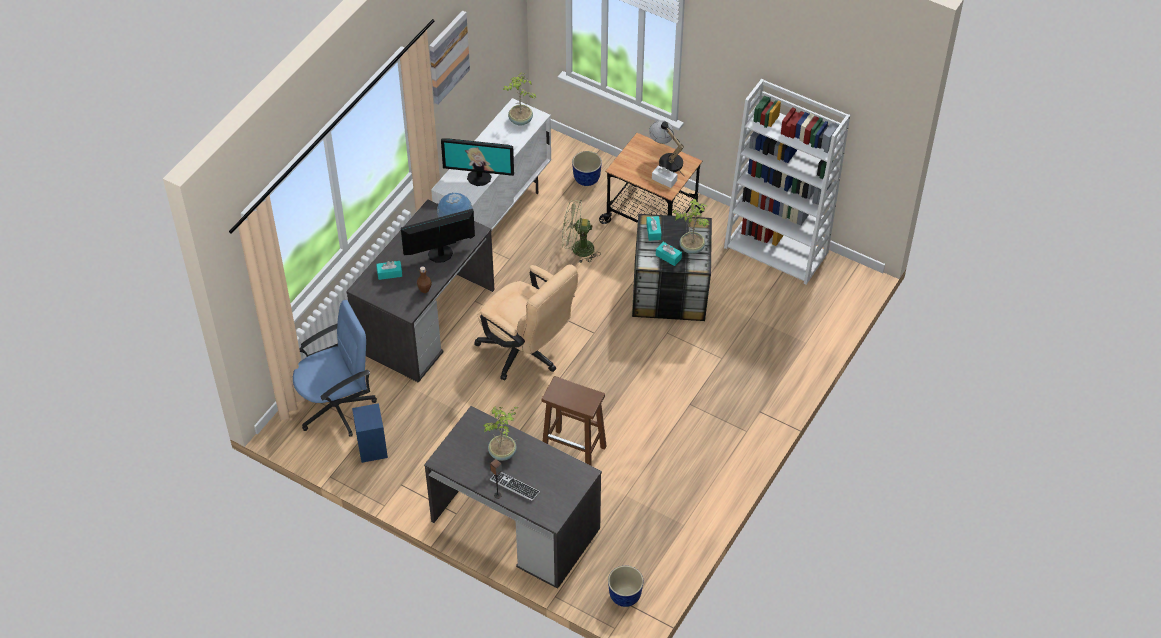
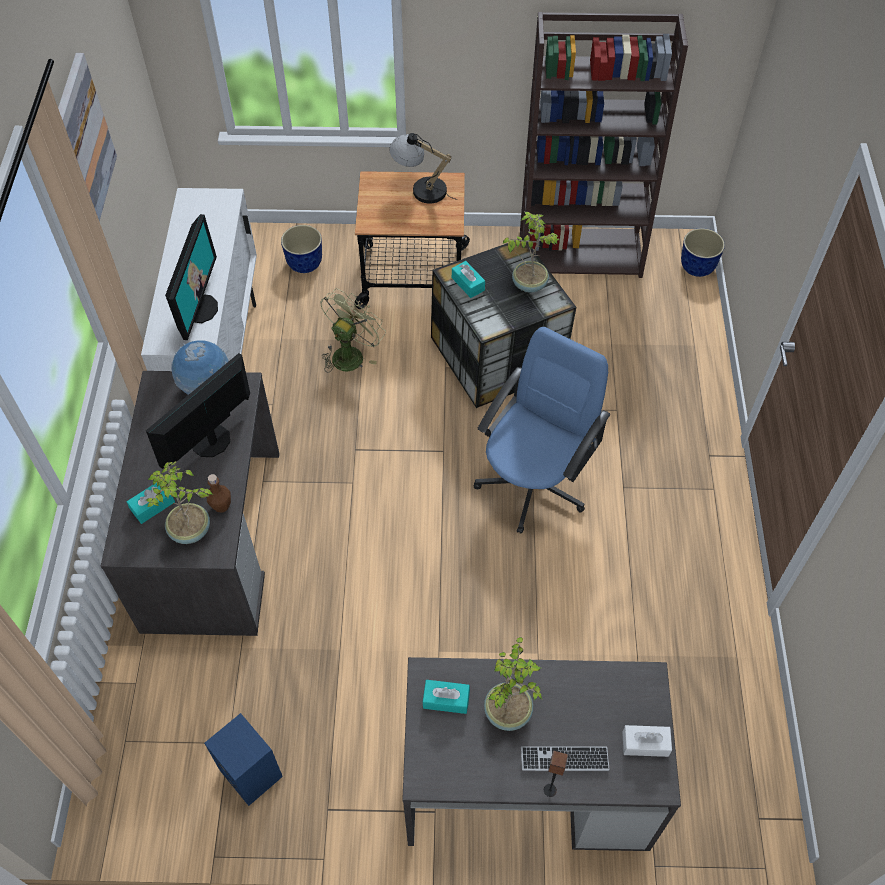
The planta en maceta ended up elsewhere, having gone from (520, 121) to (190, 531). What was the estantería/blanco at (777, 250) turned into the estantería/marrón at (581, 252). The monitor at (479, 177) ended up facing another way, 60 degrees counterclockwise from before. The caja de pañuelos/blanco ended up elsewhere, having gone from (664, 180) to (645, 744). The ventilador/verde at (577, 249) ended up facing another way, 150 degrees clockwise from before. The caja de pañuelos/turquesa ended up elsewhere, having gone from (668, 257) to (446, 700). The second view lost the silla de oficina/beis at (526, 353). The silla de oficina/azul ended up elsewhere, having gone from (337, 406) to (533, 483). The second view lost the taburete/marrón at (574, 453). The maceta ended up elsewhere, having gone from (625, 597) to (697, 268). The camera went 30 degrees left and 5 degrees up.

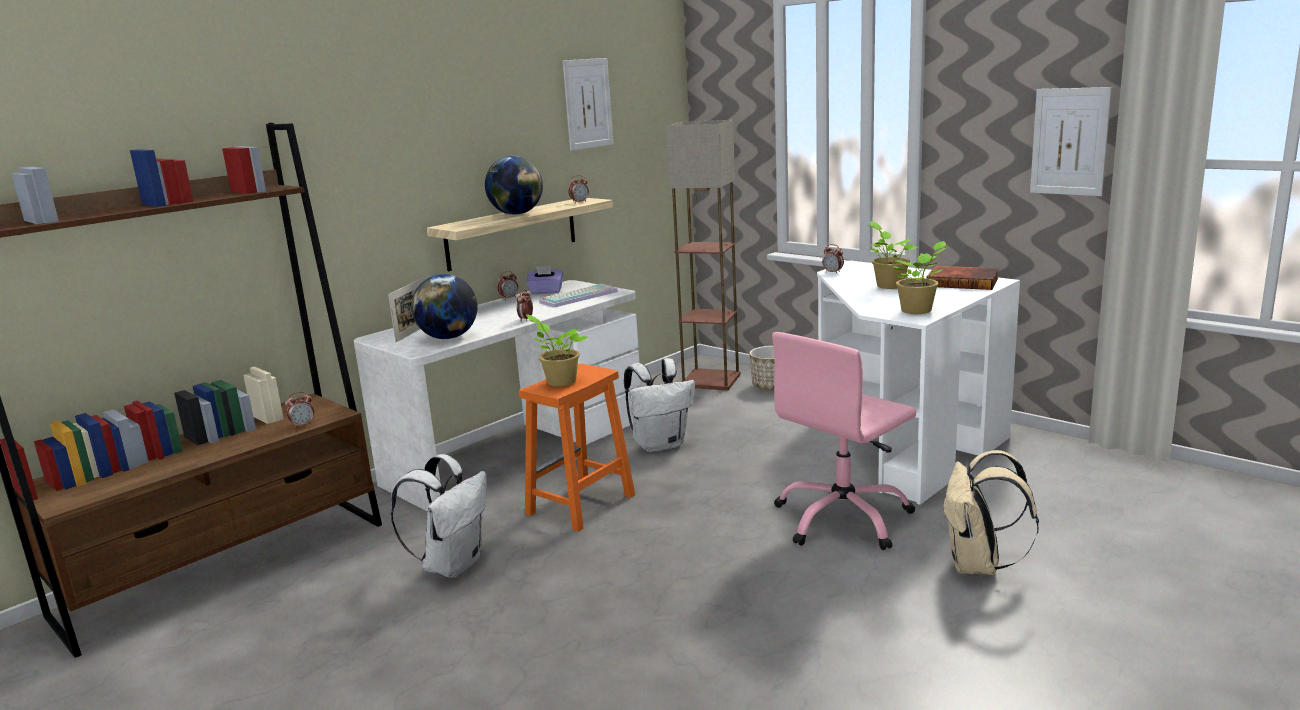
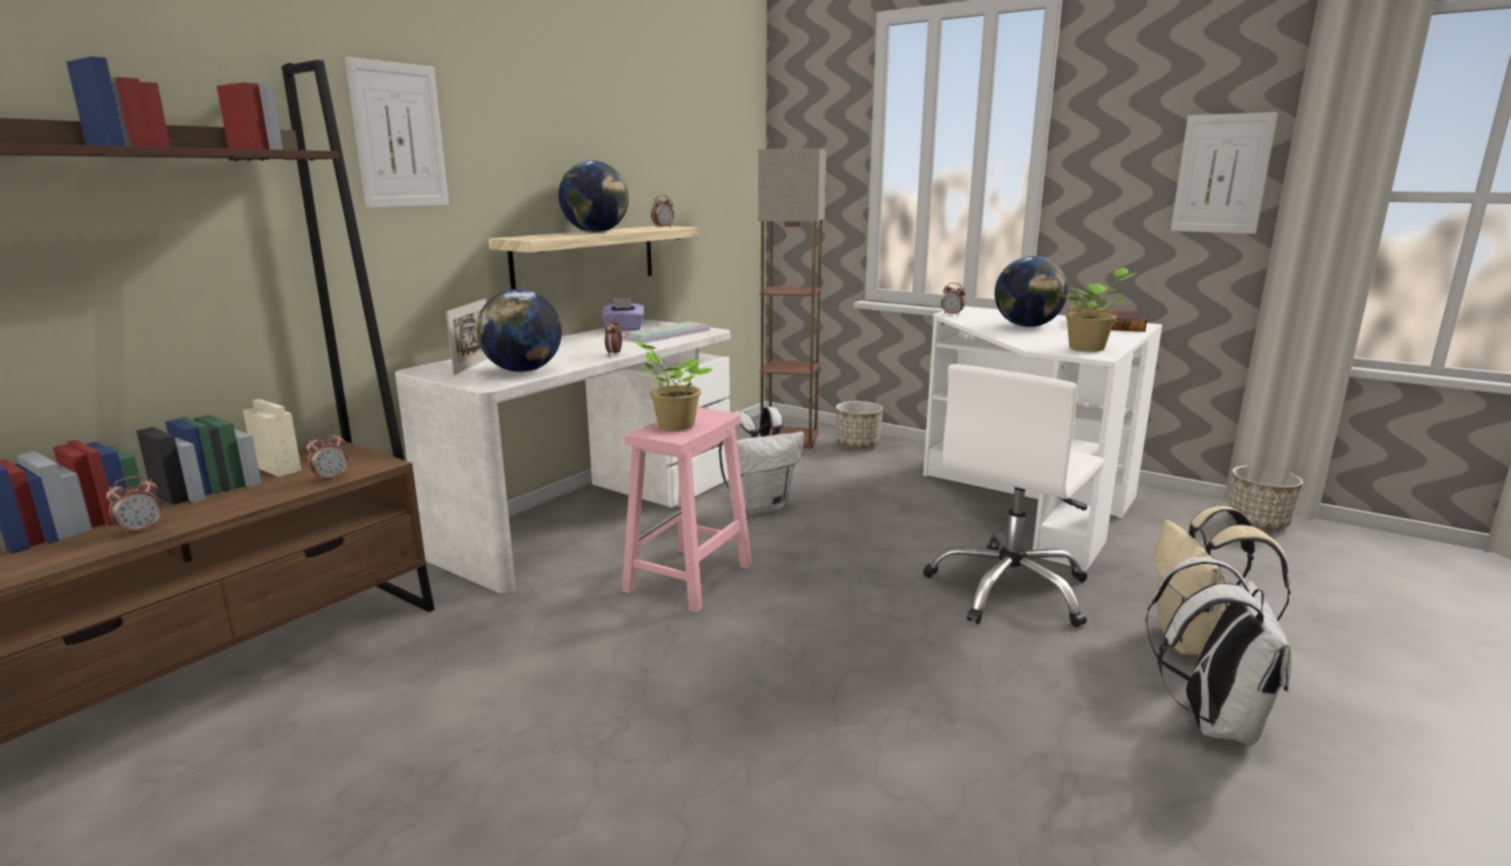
The cuadro ended up elsewhere, having gone from (588, 103) to (399, 136). Where the planta en maceta stood at (888, 285), the globo terráqueo came to stand at (1027, 326). The despertador ended up elsewhere, having gone from (509, 298) to (141, 530). What was the silla de oficina/rosa at (843, 519) turned into the silla de oficina/blanco at (1009, 590). What was the taburete/naranja at (580, 505) turned into the taburete/rosa at (688, 579). The mochila/blanco ended up elsewhere, having gone from (452, 564) to (1211, 720). The second view gained the maceta at (1257, 522). The camera went 10 degrees left and 0 degrees up.

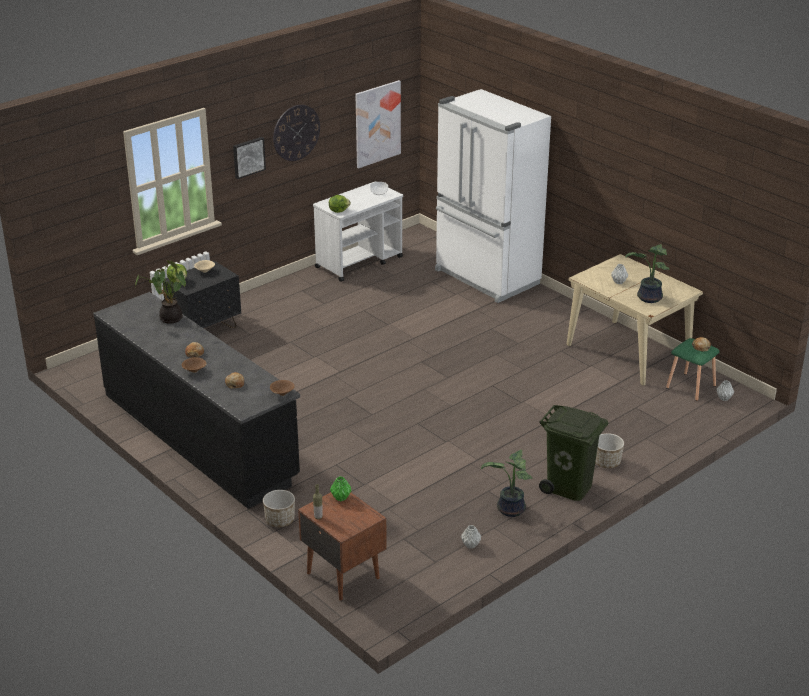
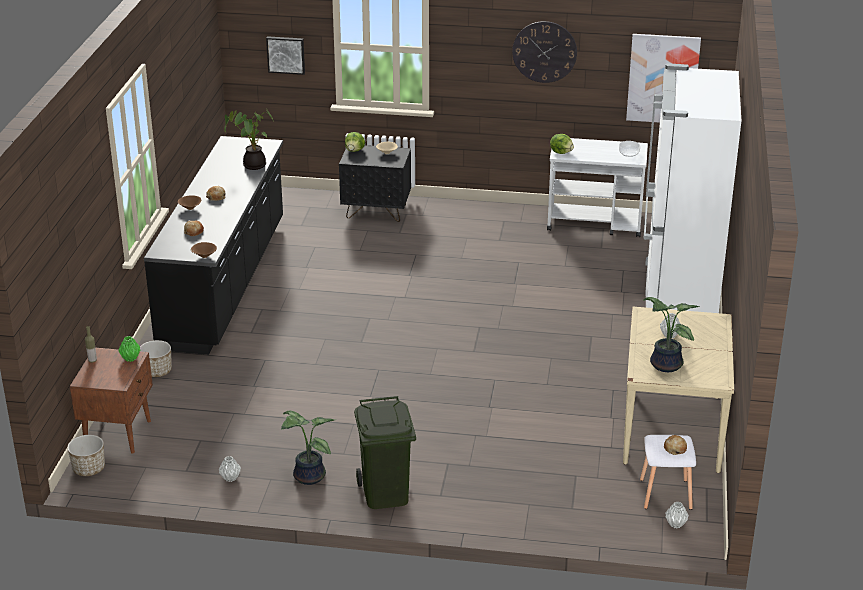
The cuadro ended up elsewhere, having gone from (248, 157) to (286, 54). What was the taburete/verde at (690, 387) turned into the taburete/blanco at (664, 494). The maceta ended up elsewhere, having gone from (606, 462) to (89, 468). The camera went 50 degrees right and 0 degrees up.

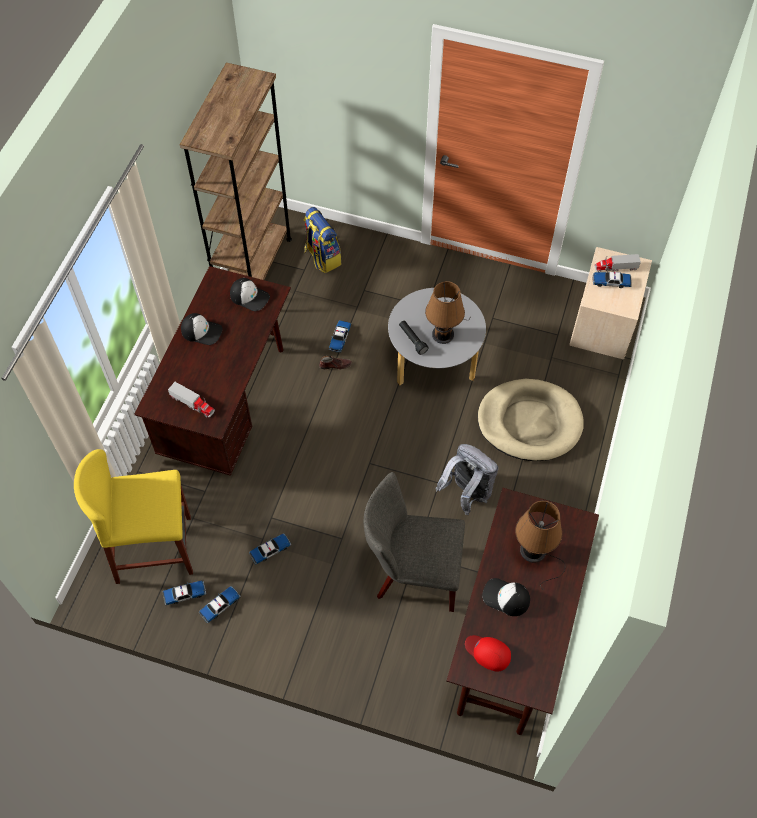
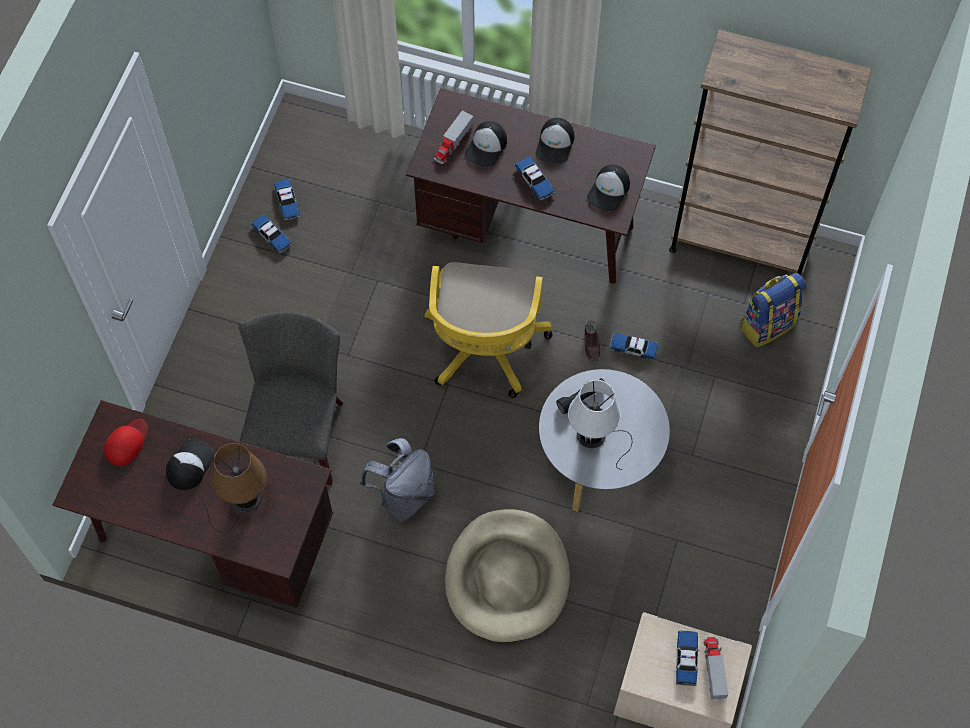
What was the lámpara de mesa/marrón at (444, 332) turned into the lámpara de mesa/blanco at (594, 436). The second view lost the taburete/amarillo at (154, 549). The coche de juguete ended up elsewhere, having gone from (270, 550) to (534, 181). The second view gained the gorra at (486, 147). The second view gained the silla de oficina/amarillo at (484, 350). The camera went 90 degrees right and 5 degrees up.

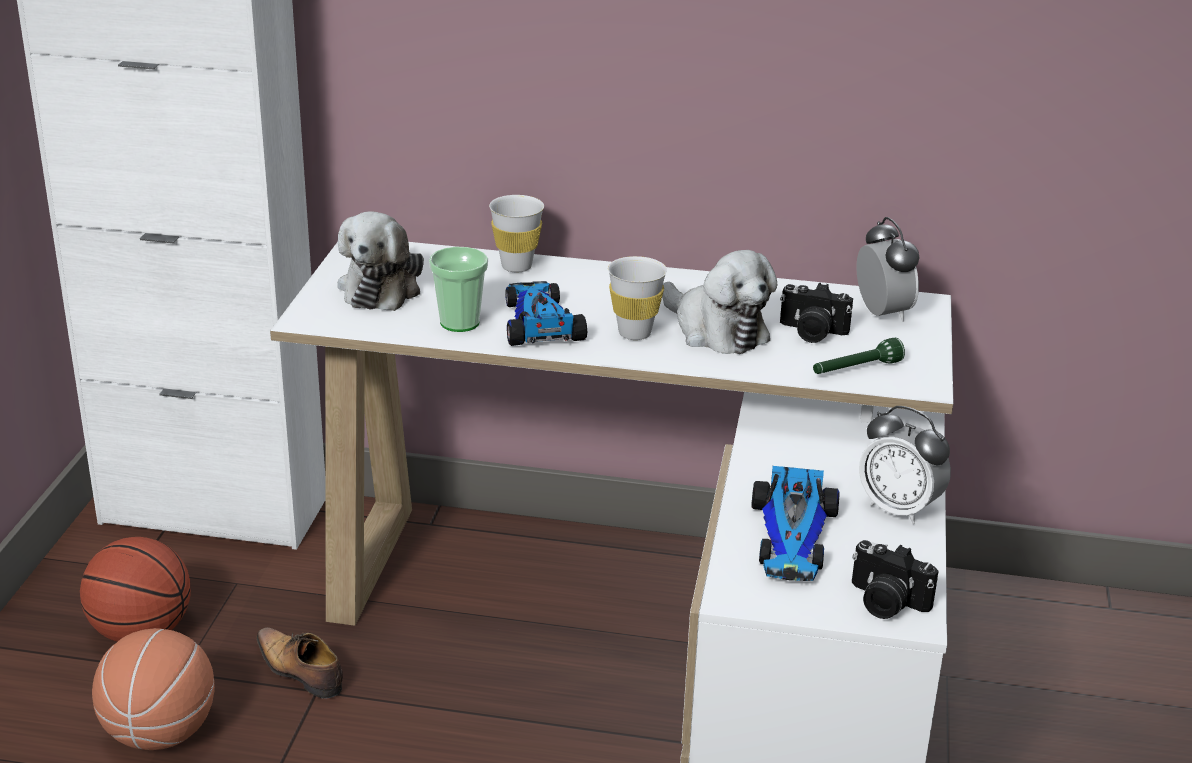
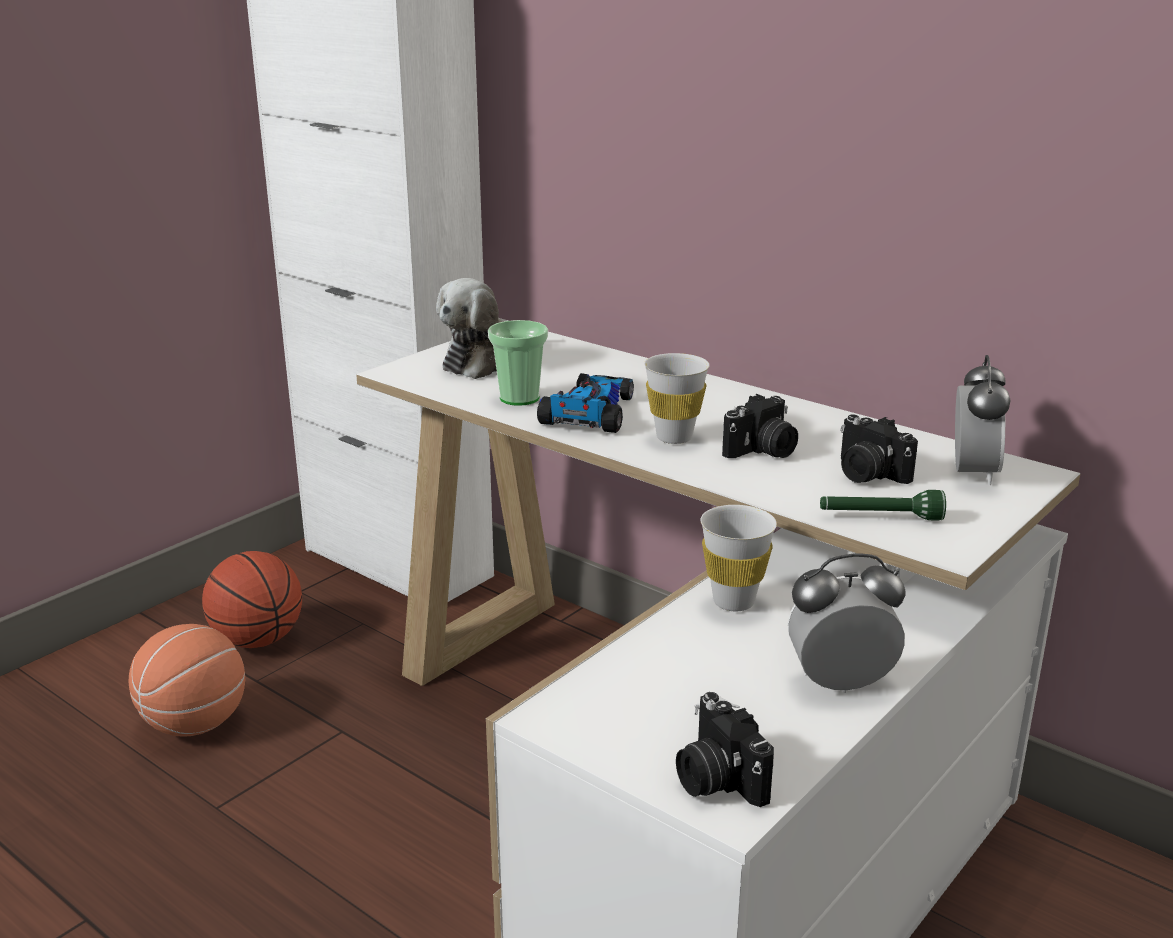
The taza/blanco ended up elsewhere, having gone from (516, 266) to (733, 602). Where the peluche stood at (716, 330), the cámara came to stand at (762, 451). The despertador at (899, 509) ended up facing another way, 105 degrees clockwise from before. The second view lost the coche de juguete at (793, 538). The second view lost the zapato at (300, 671). The camera went 30 degrees right and 5 degrees down.

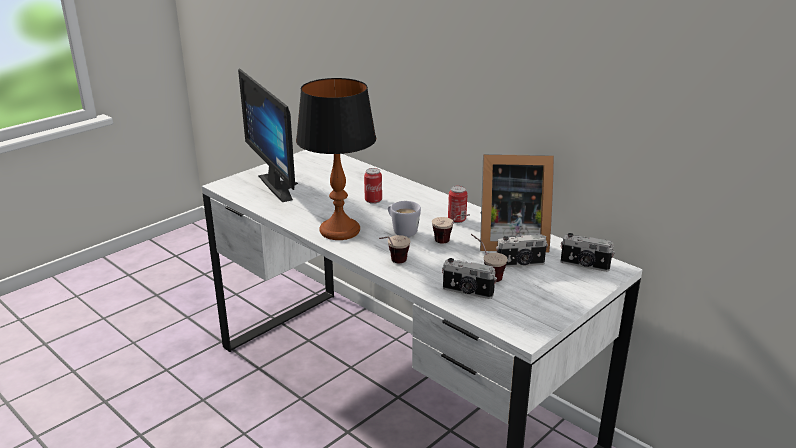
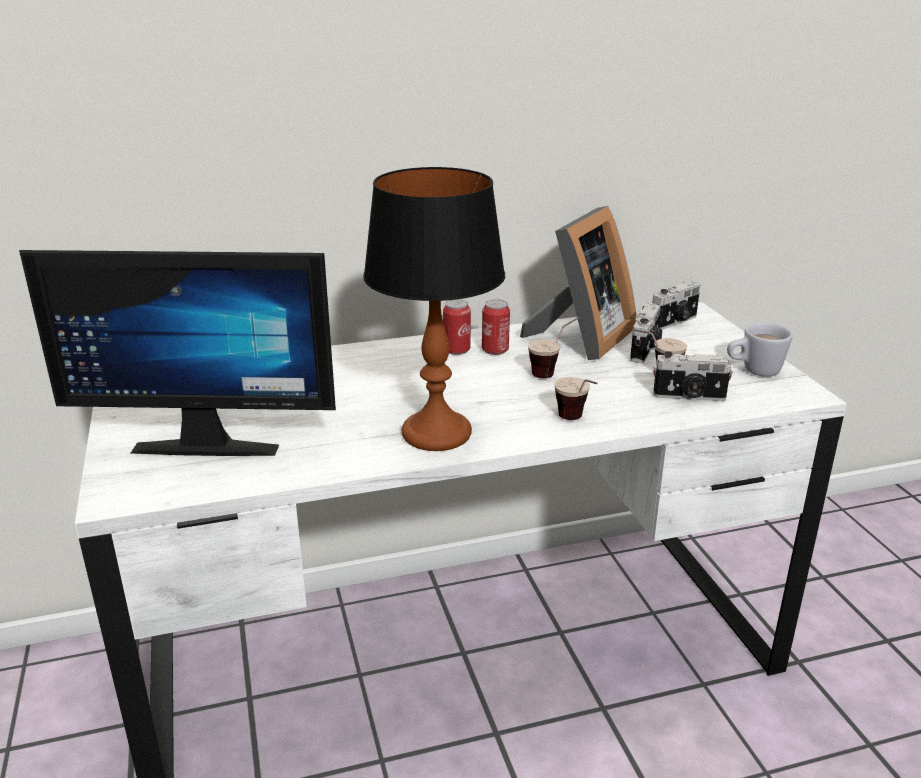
The lata ended up elsewhere, having gone from (373, 200) to (456, 350). The taza grande/blanco ended up elsewhere, having gone from (401, 230) to (753, 371). The cámara at (467, 292) ended up facing another way, 45 degrees clockwise from before. The camera went 60 degrees left and 0 degrees up.

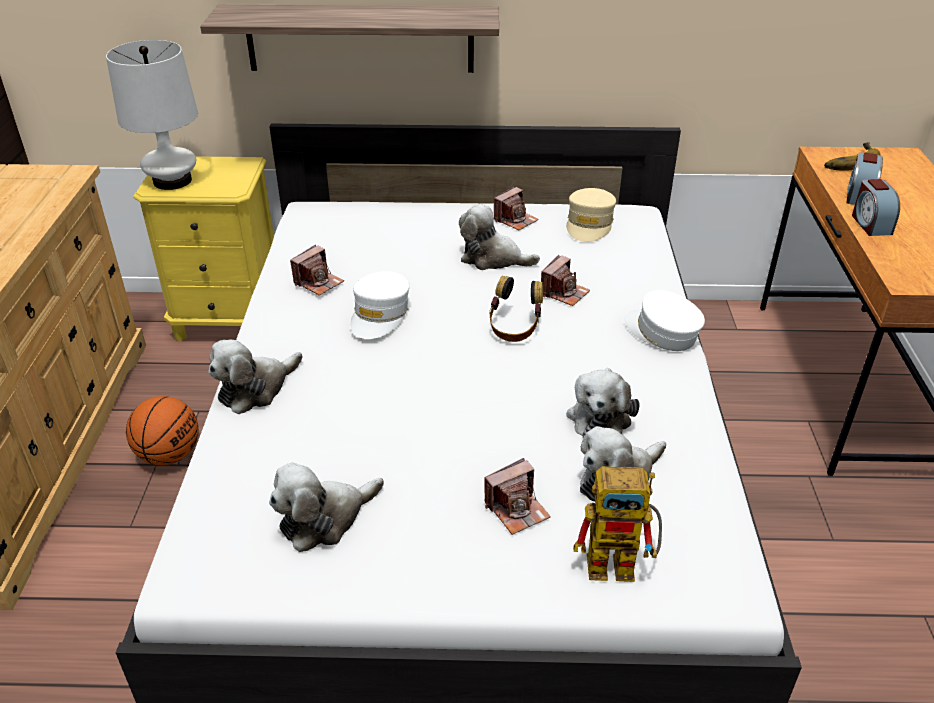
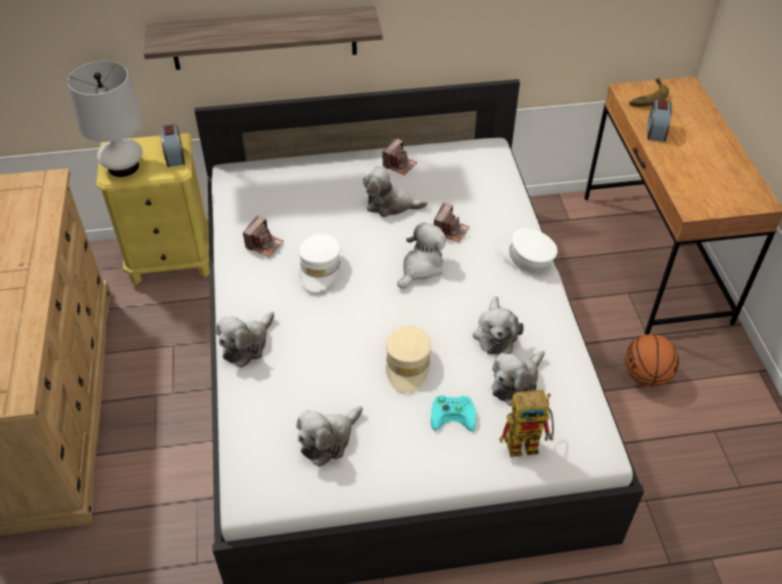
The despertador ended up elsewhere, having gone from (870, 224) to (174, 156). The gorra/beis ended up elsewhere, having gone from (589, 224) to (408, 365). Where the auriculares stood at (514, 328), the peluche came to stand at (421, 267). The balón de baloncesto ended up elsewhere, having gone from (169, 455) to (645, 376). Where the cámara stood at (517, 509), the mando de consola/turquesa came to stand at (454, 414). The camera went 10 degrees left and 10 degrees up.

